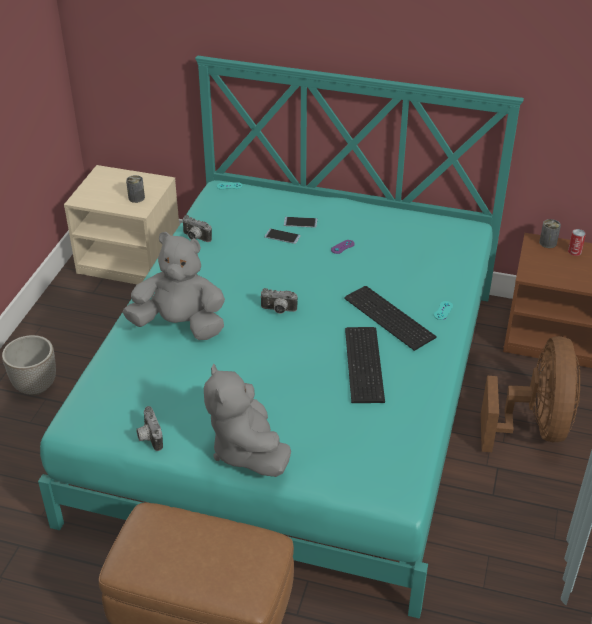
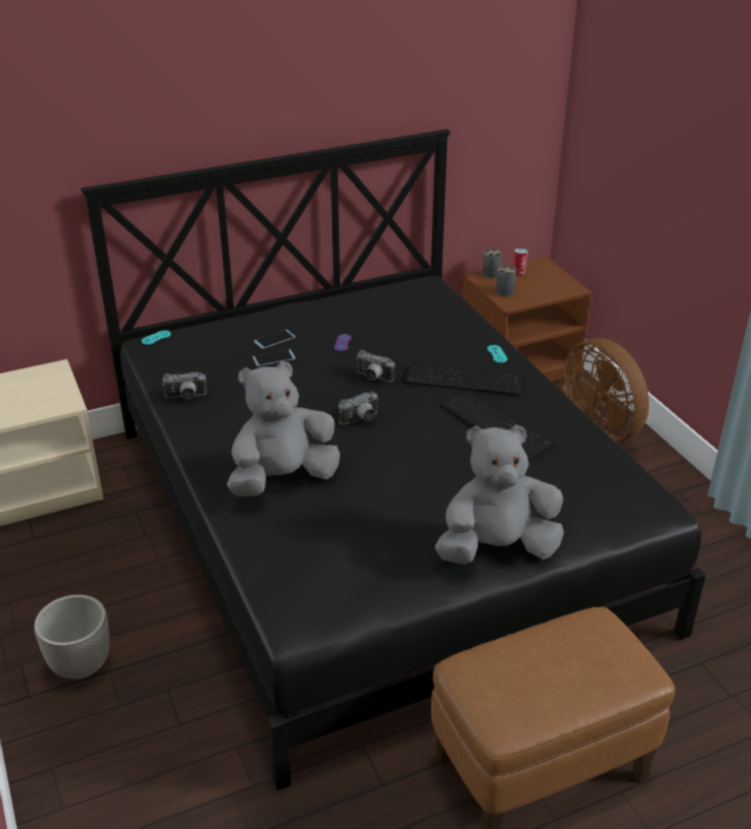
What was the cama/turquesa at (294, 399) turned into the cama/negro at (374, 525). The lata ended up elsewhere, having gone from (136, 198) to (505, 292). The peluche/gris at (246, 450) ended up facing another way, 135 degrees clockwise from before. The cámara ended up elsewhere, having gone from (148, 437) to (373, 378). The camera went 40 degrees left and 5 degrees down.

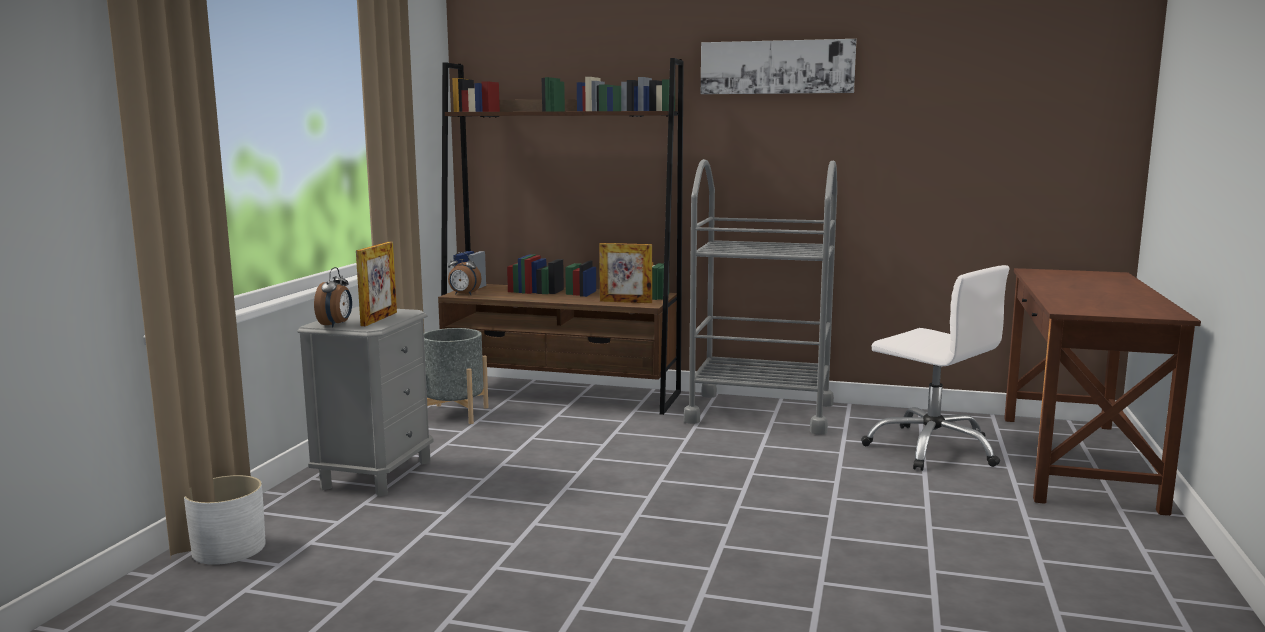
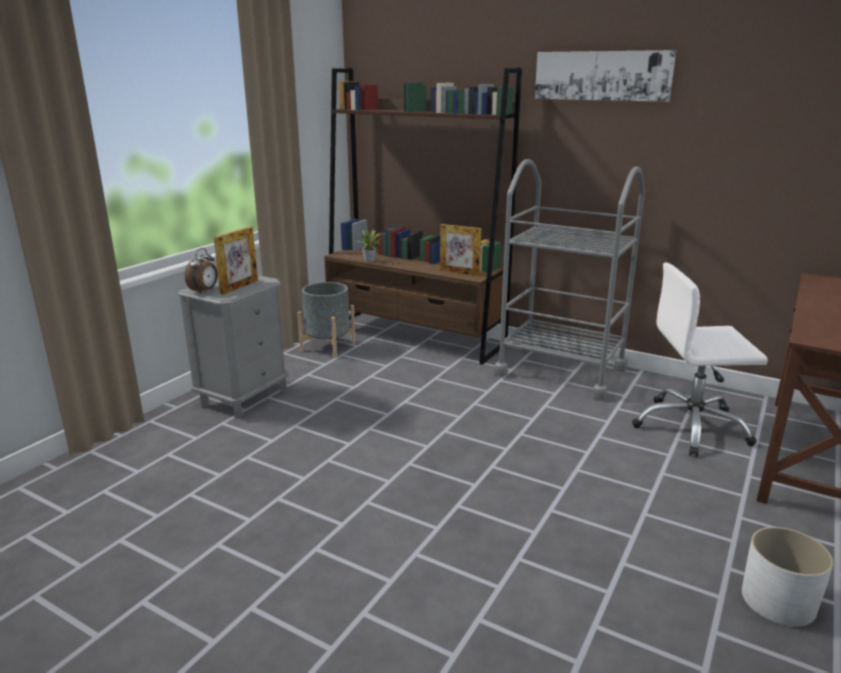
The second view lost the despertador at (463, 294). The silla de oficina/blanco at (932, 448) ended up facing another way, 120 degrees clockwise from before. The maceta/blanco ended up elsewhere, having gone from (229, 549) to (778, 601). The second view gained the planta en maceta at (371, 260). The camera went 15 degrees right and 10 degrees up.

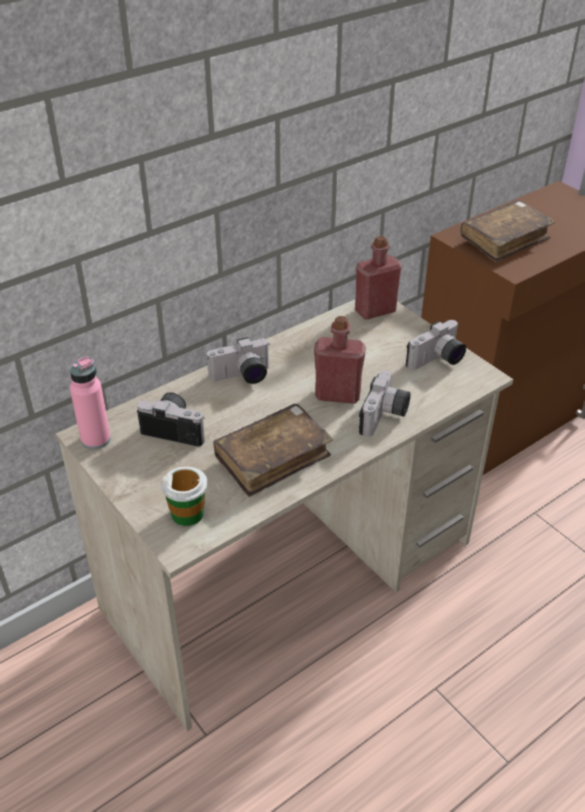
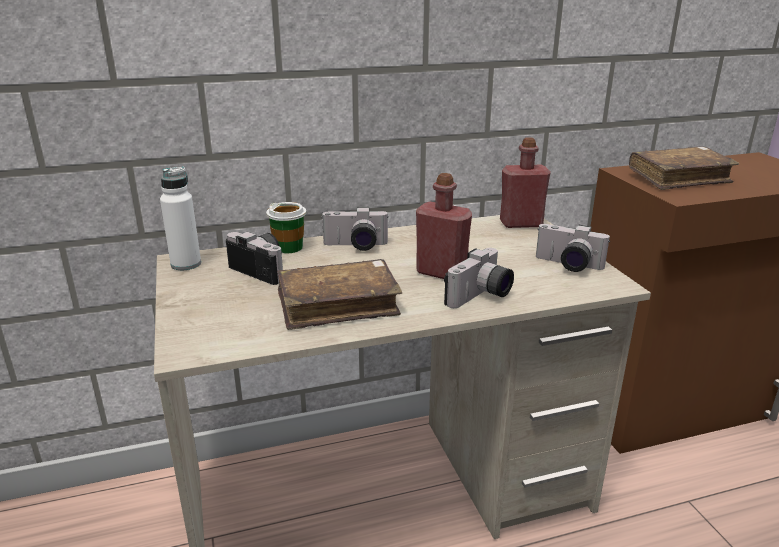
The cámara at (437, 361) ended up facing another way, 45 degrees clockwise from before. What was the botella/rosa at (96, 439) turned into the botella/blanco at (186, 264). The taza ended up elsewhere, having gone from (187, 513) to (289, 247). The camera went 20 degrees right and 15 degrees down.

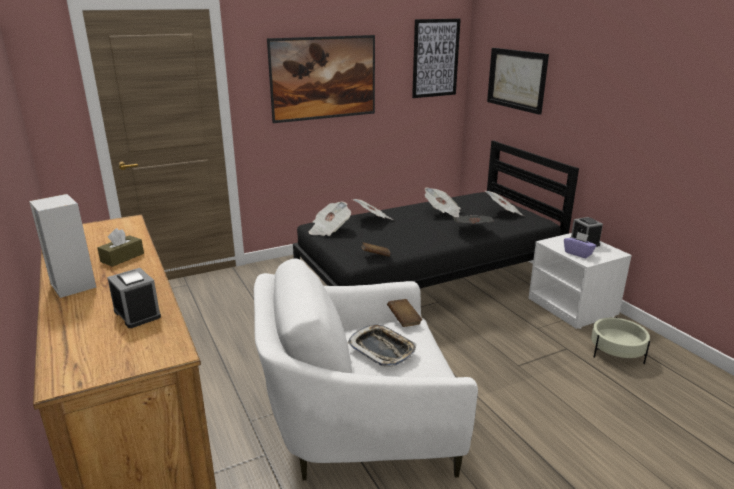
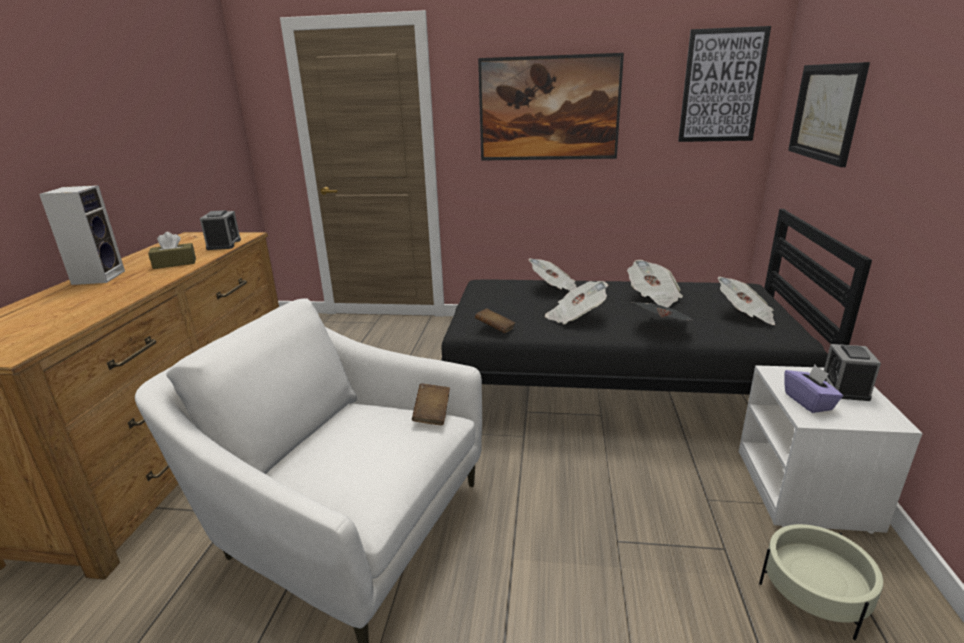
The periódico ended up elsewhere, having gone from (329, 230) to (575, 317). The despertador ended up elsewhere, having gone from (137, 314) to (224, 244). The second view lost the bandeja at (382, 349). The camera went 35 degrees right and 0 degrees up.

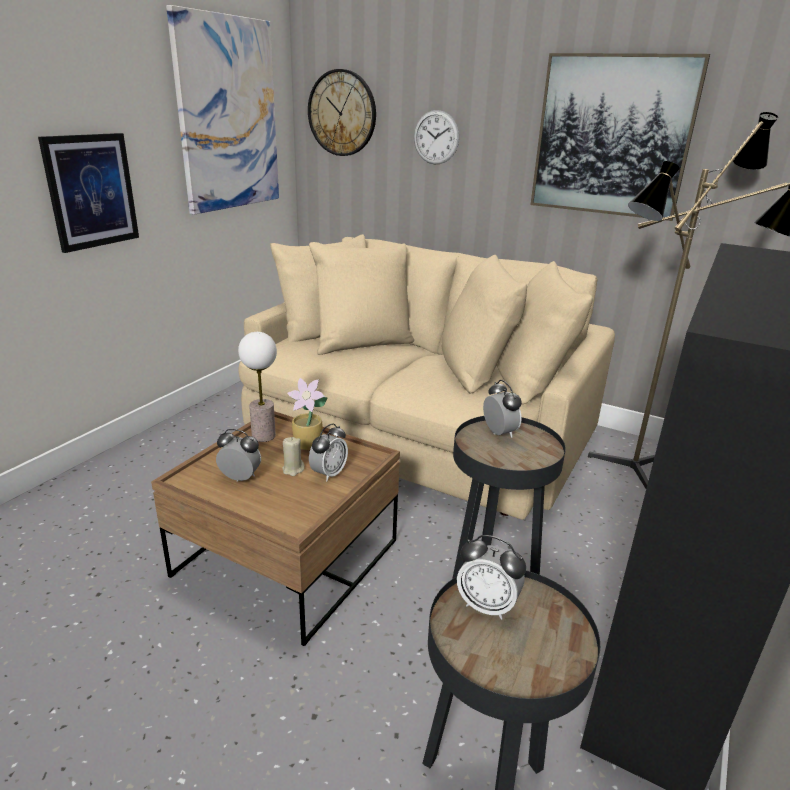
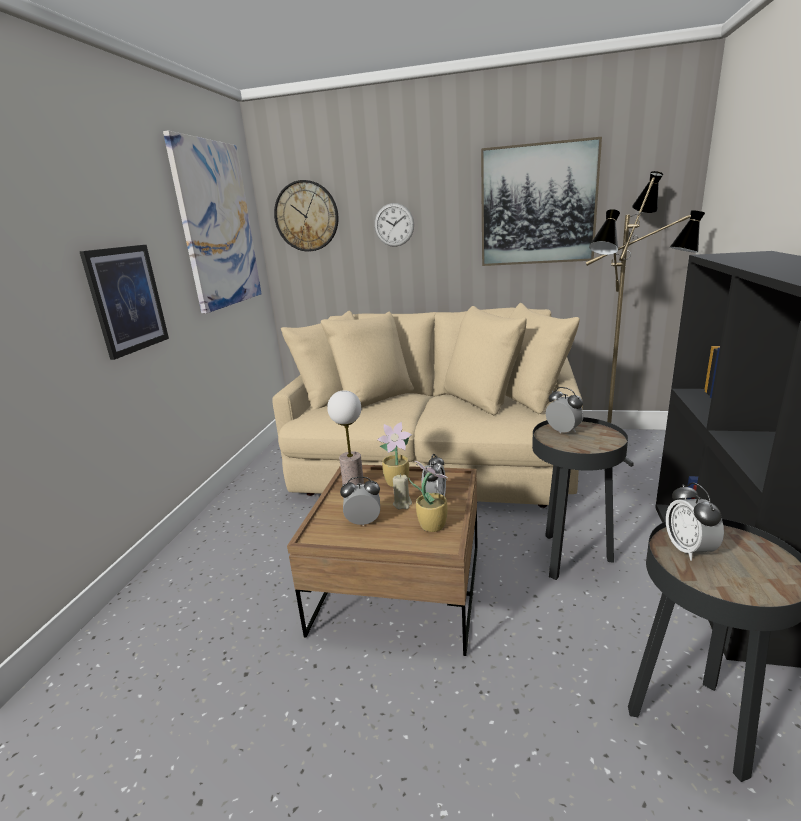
The despertador at (487, 605) ended up facing another way, 75 degrees clockwise from before. The second view gained the planta en maceta at (432, 525). The camera went 15 degrees left and 5 degrees down.

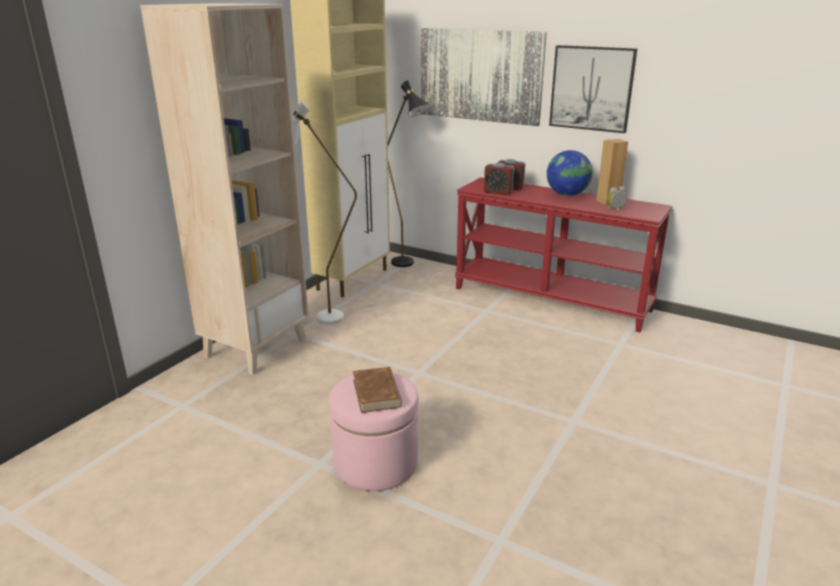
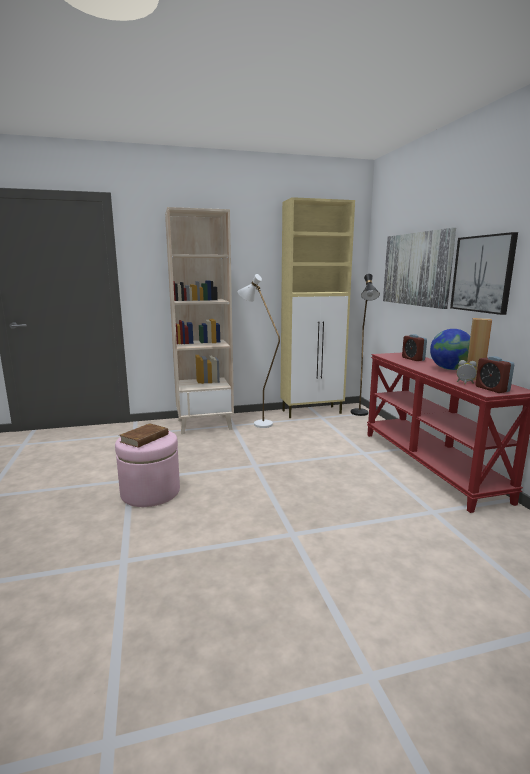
The despertador ended up elsewhere, having gone from (498, 192) to (492, 389). The camera went 45 degrees right and 10 degrees down.

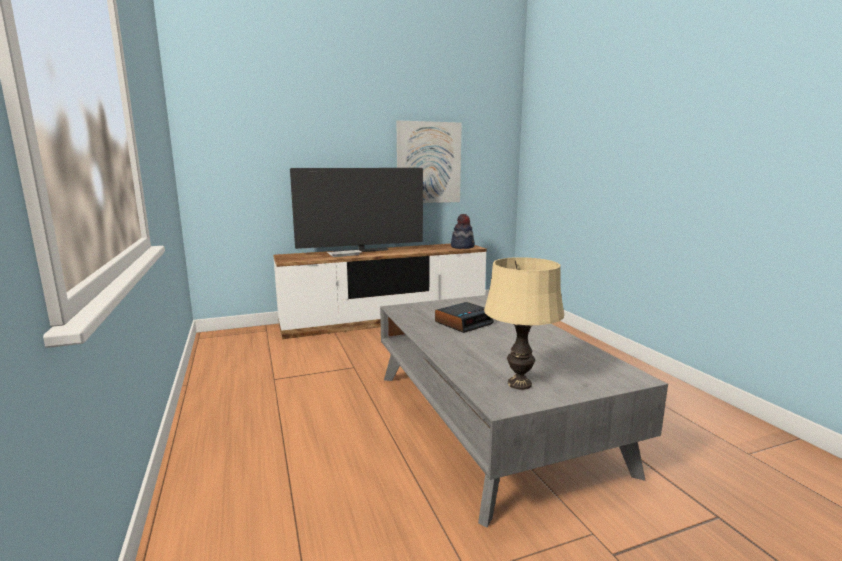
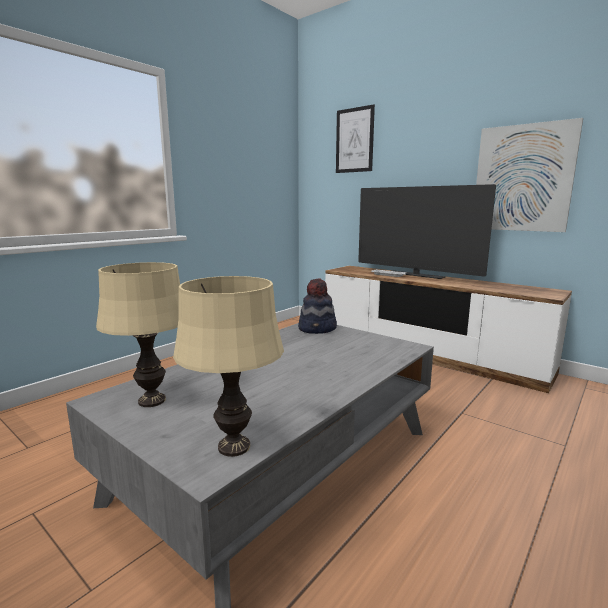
The sombrero ended up elsewhere, having gone from (462, 247) to (318, 329). The second view lost the despertador at (463, 323). The second view gained the cuadro at (354, 140). The second view gained the lámpara de mesa/beis at (234, 447). The camera went 60 degrees right and 0 degrees up.

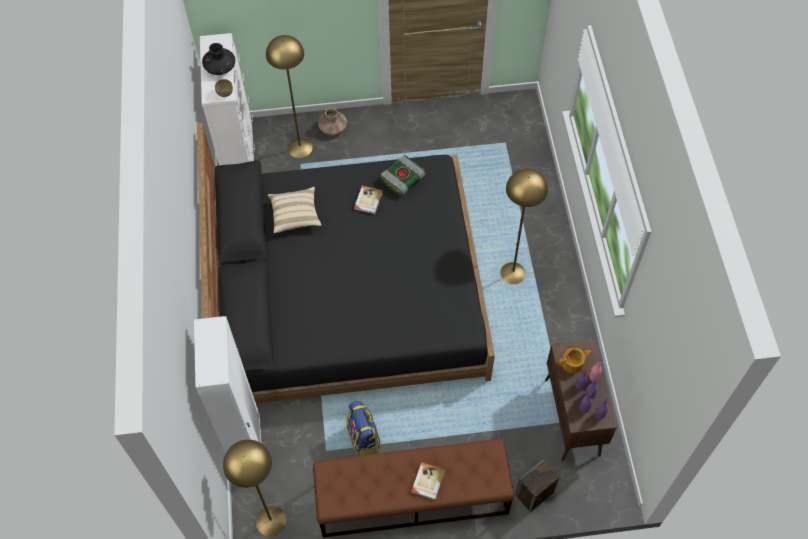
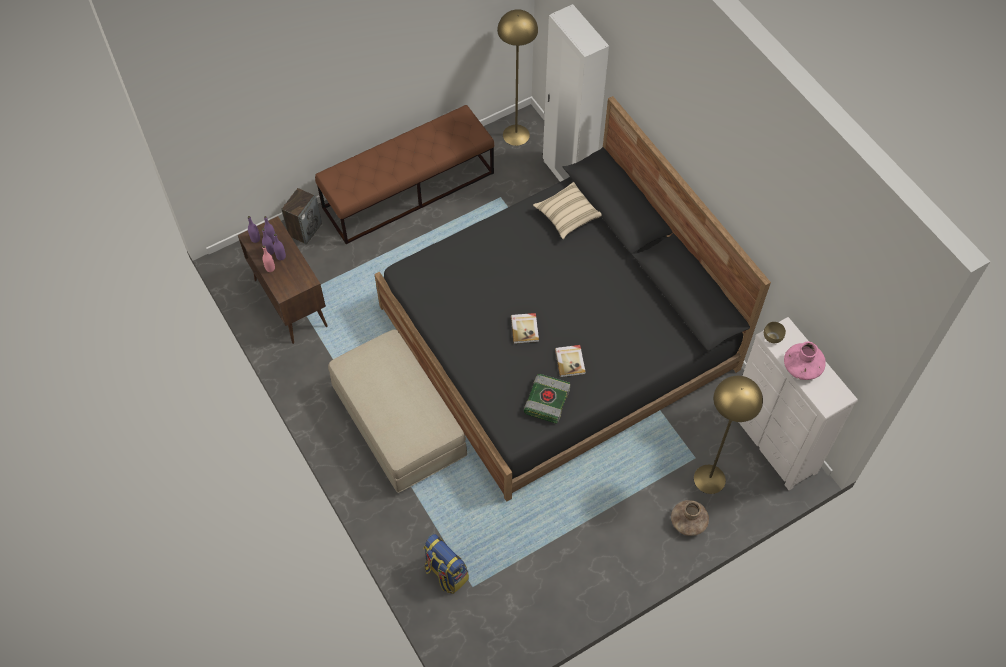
What was the florero/negro at (220, 67) turned into the florero/rosa at (802, 367). Where the lámpara de pie/amarillo stood at (512, 273), the puf/beis came to stand at (399, 422). The cojín/beis ended up elsewhere, having gone from (295, 215) to (567, 216). The second view lost the tetera at (573, 363). The mochila ended up elsewhere, having gone from (364, 439) to (445, 573). The libro ended up elsewhere, having gone from (427, 481) to (525, 329). The camera went 155 degrees right and 0 degrees up.

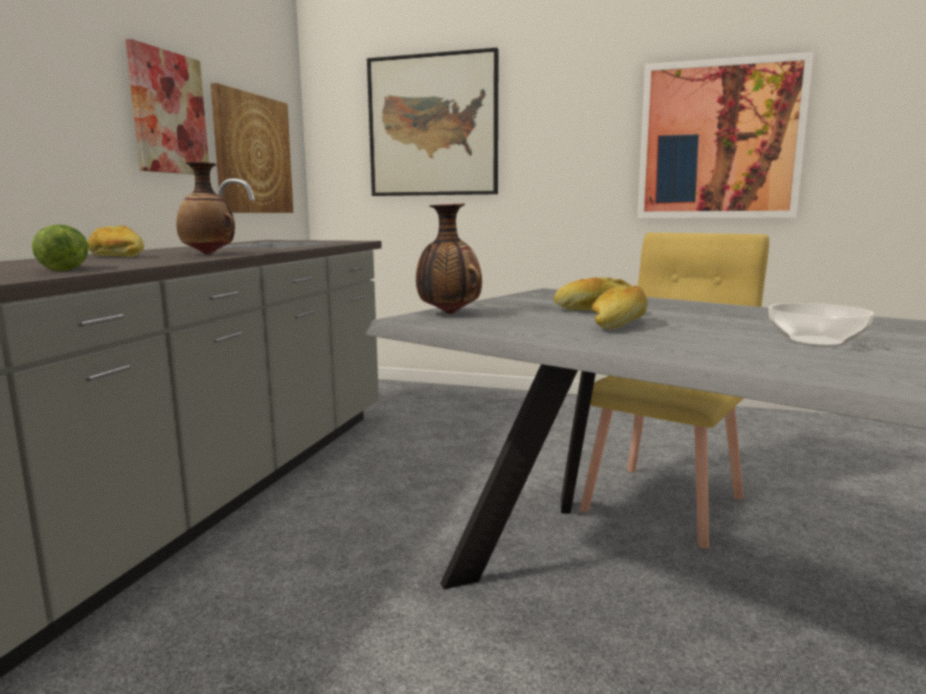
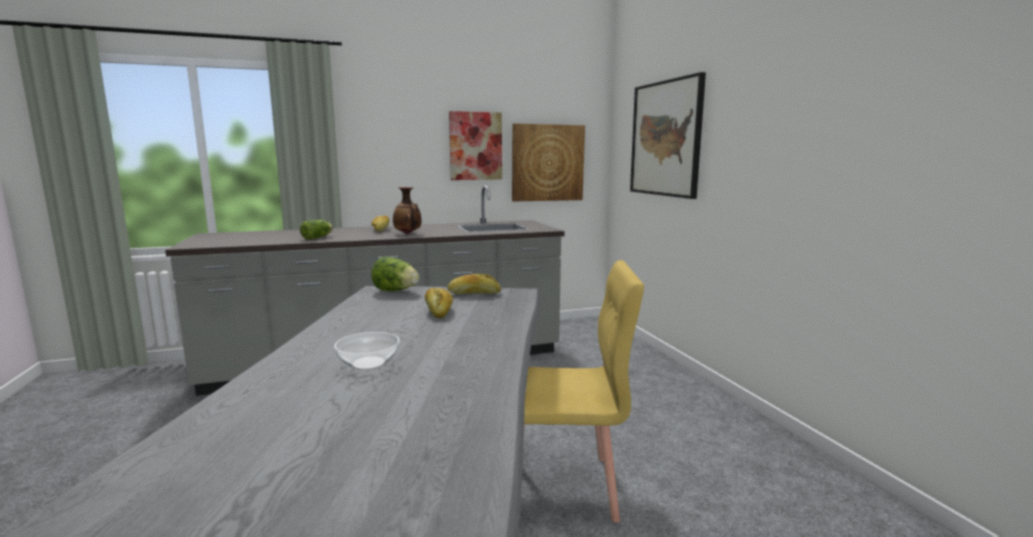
The second view lost the cuadro at (719, 140). Where the florero stood at (448, 313), the lechuga came to stand at (396, 291). The pan ended up elsewhere, having gone from (619, 324) to (474, 293). The camera went 55 degrees right and 0 degrees up.

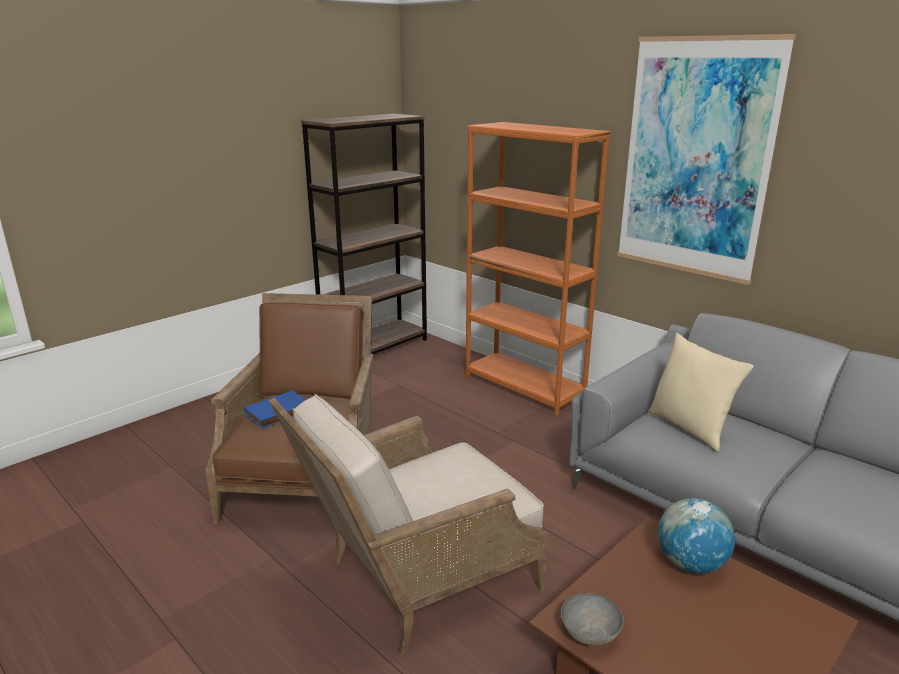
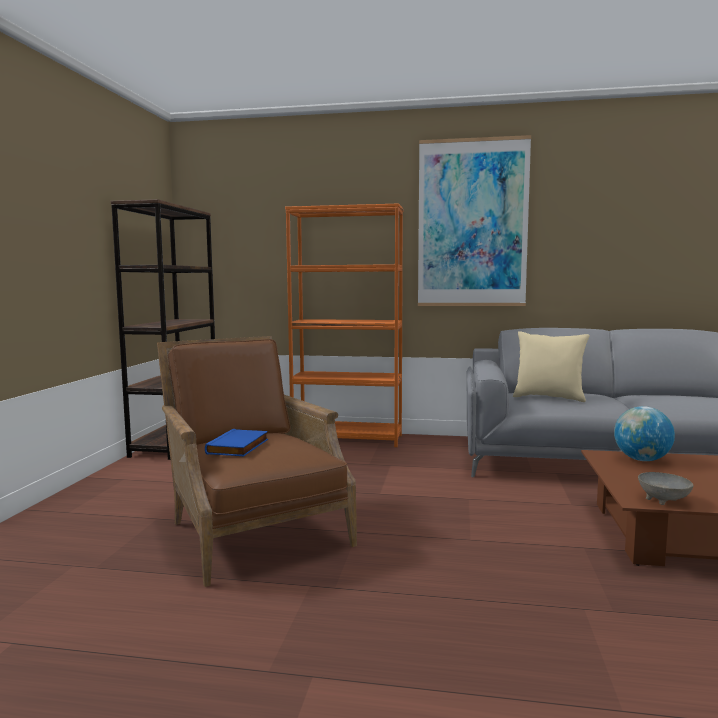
The second view lost the sillón/beis at (417, 580). The camera went 35 degrees left and 15 degrees down.

